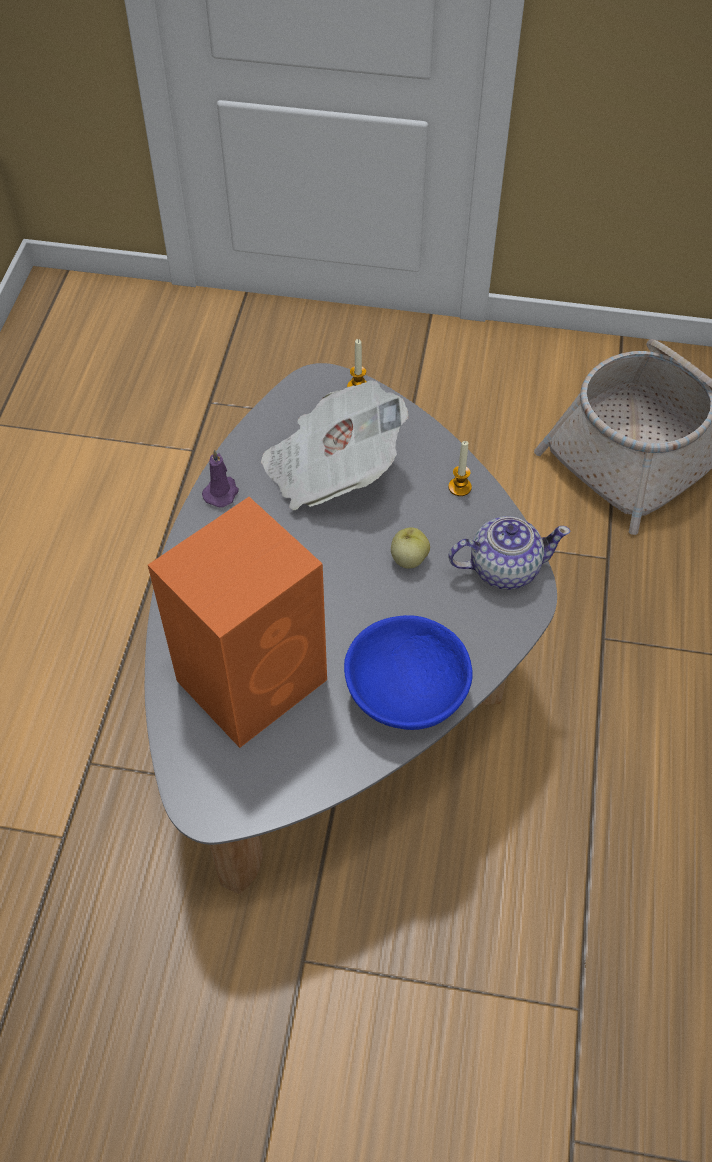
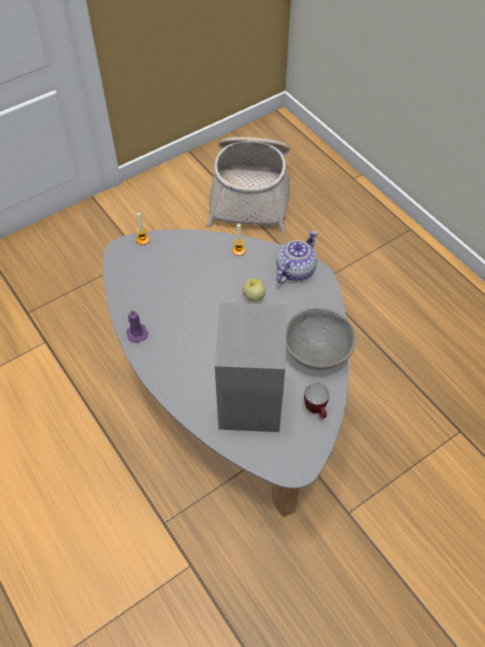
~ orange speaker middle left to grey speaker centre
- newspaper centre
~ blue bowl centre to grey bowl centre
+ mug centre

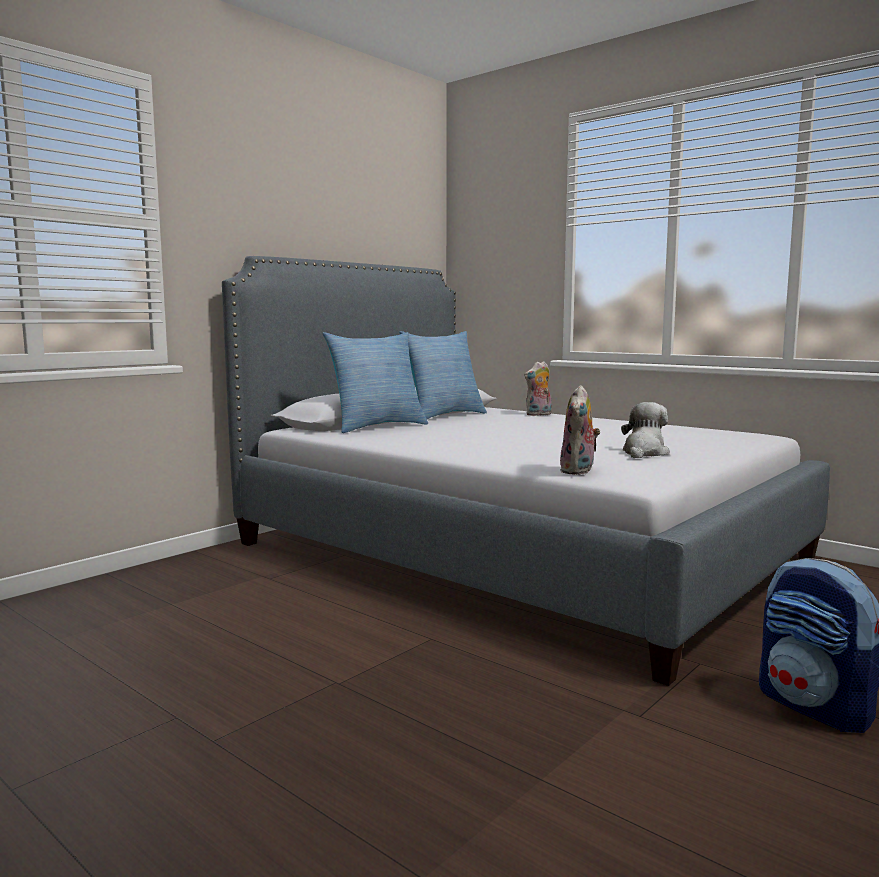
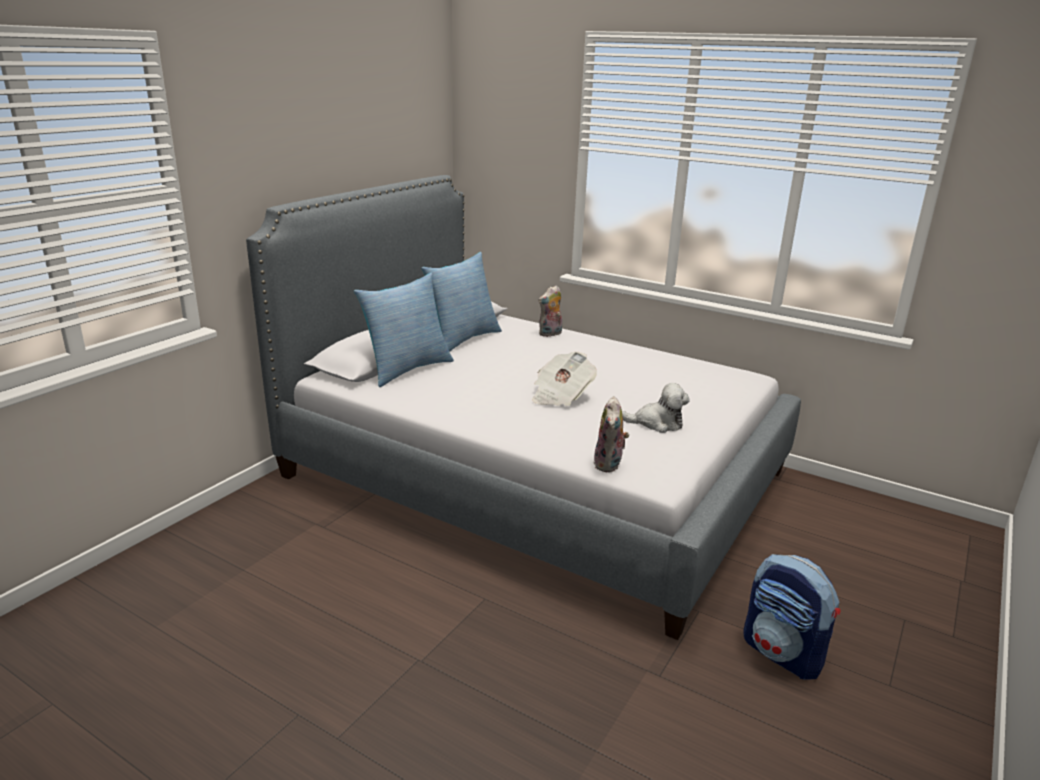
~ plush toy (no. 3 from left) middle right = centre 75 degrees clockwise
+ newspaper centre

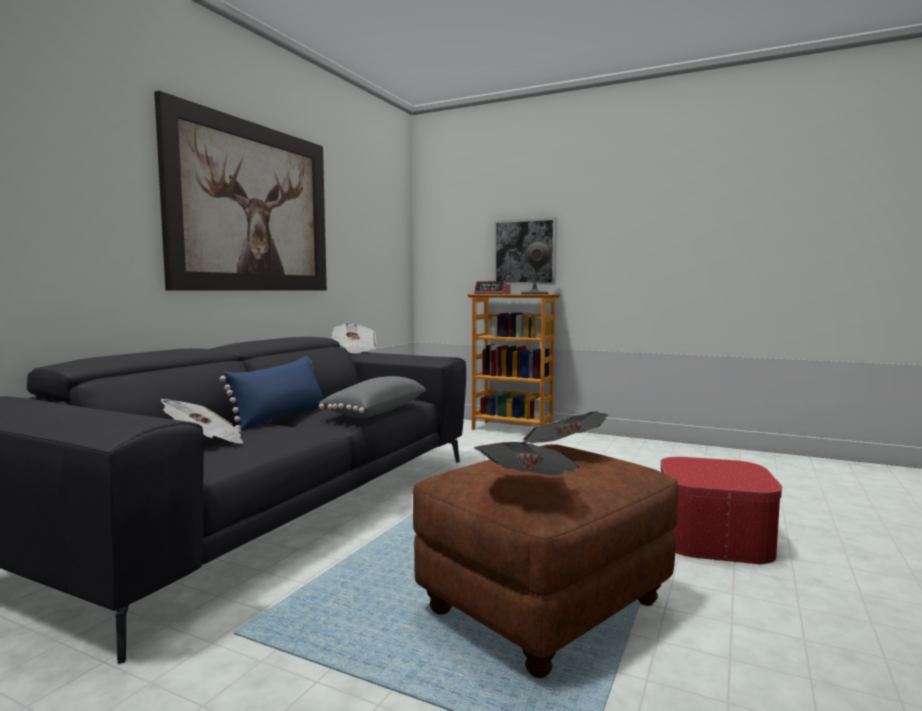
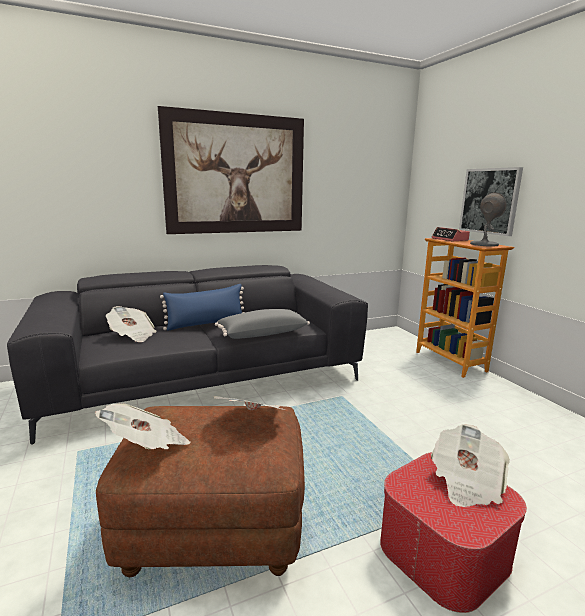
~ newspaper (no. 2 from left in the first image) centre to newspaper (no. 4 from left) bottom right

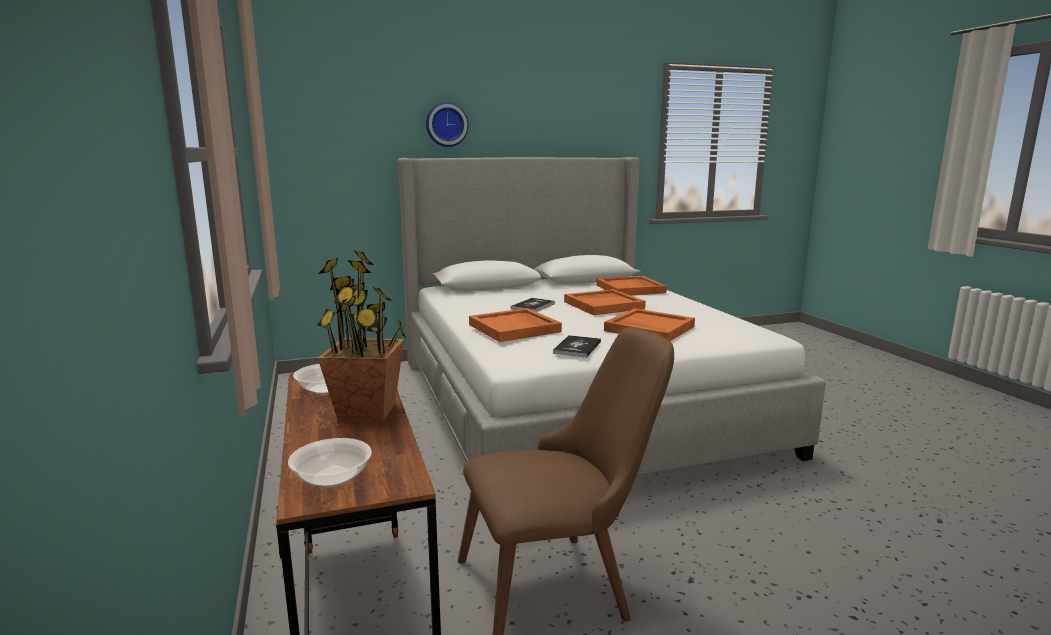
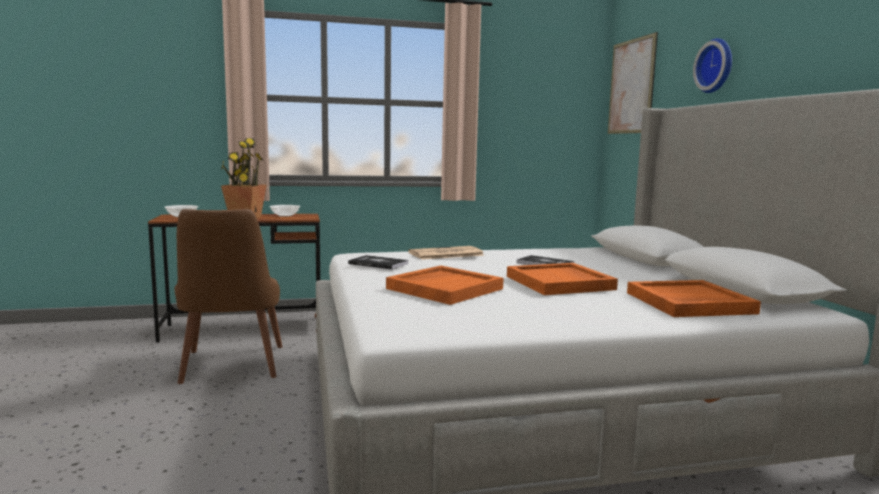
~ orange tray (no. 1 from left) centre to newspaper centre
+ picture top right

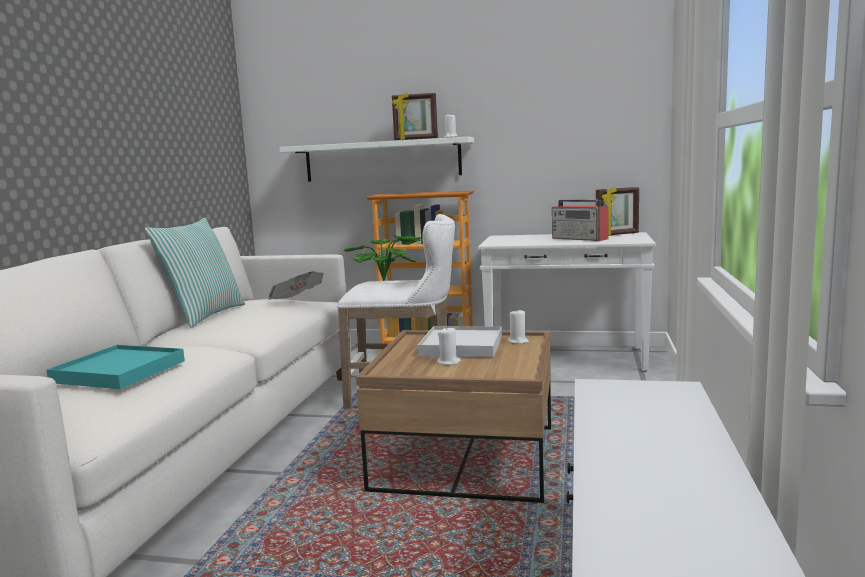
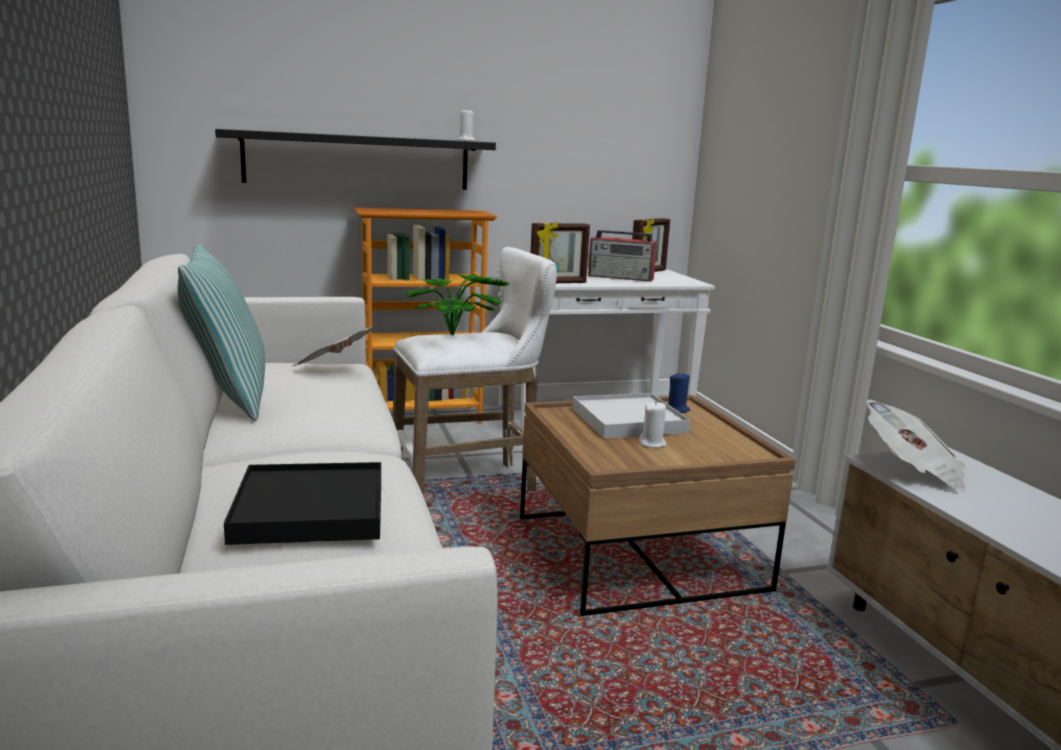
~ turquoise tray middle left to black tray bottom left
~ white shelf top centre to black shelf top centre
~ picture frame (no. 1 from left) top centre to centre
~ white candle (no. 3 from left) centre to blue candle centre
+ newspaper (no. 2 from left) middle right

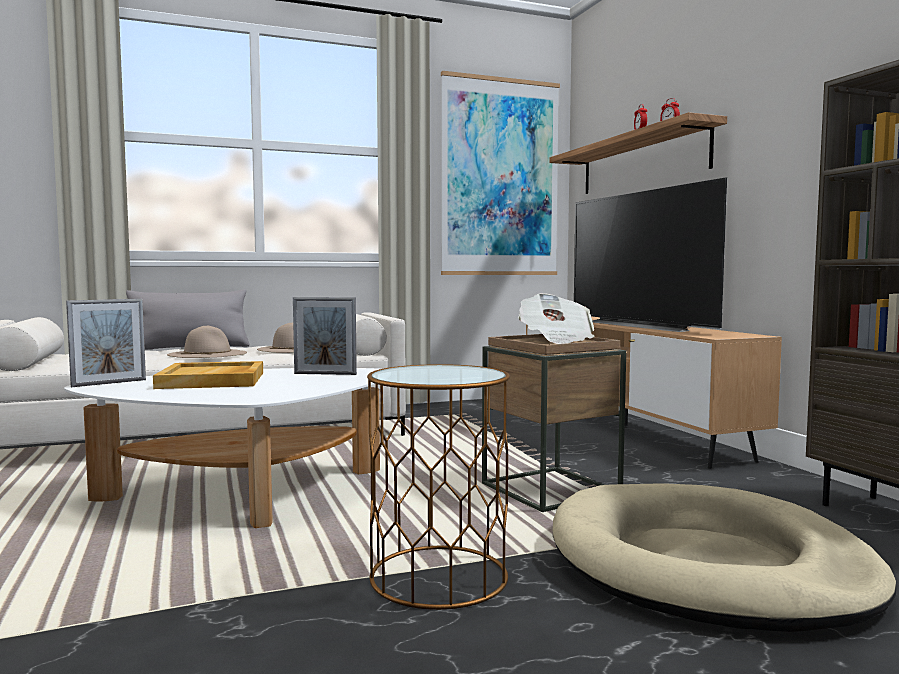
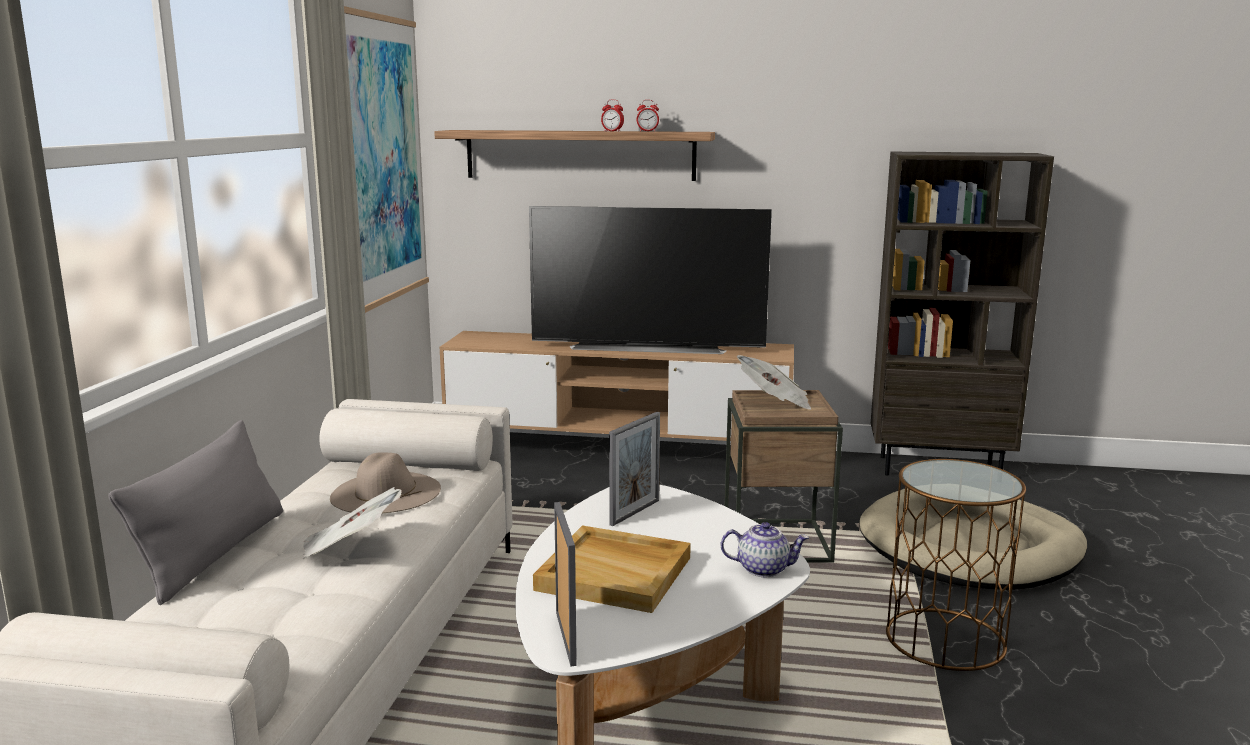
~ beige hat (no. 1 from left) middle left to newspaper (no. 1 from left) bottom left
+ teapot bottom centre

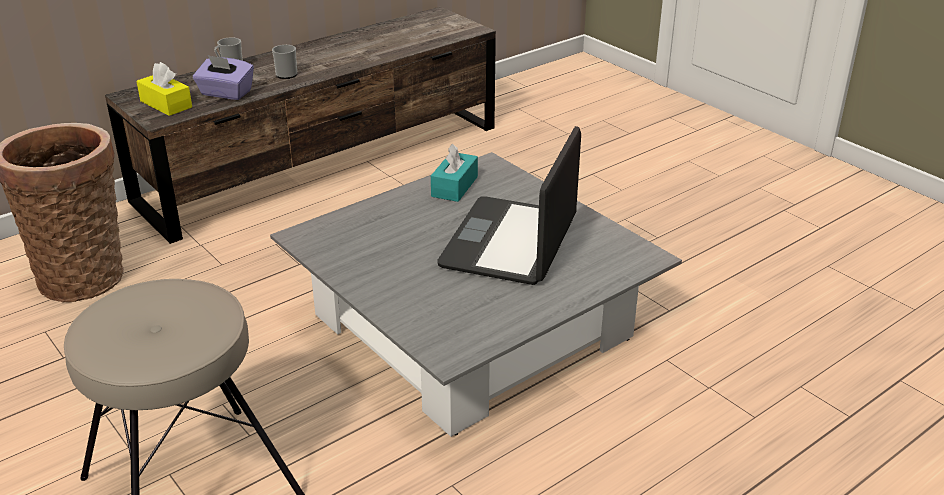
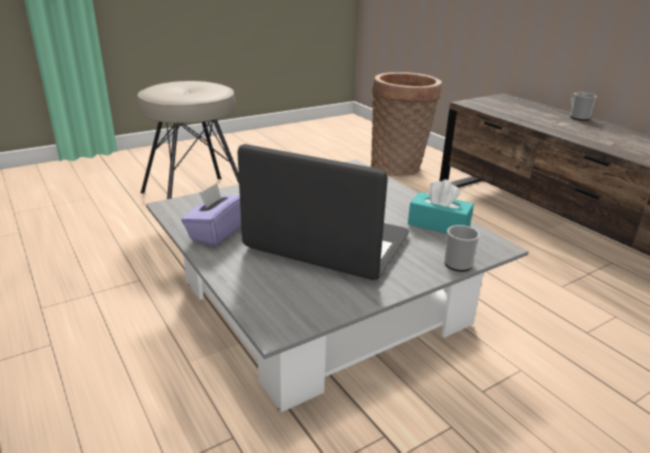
- yellow tissue box top left
~ purple tissue box top left to middle left
~ mug (no. 2 from left in the first image) top left to mug (no. 1 from left) middle right

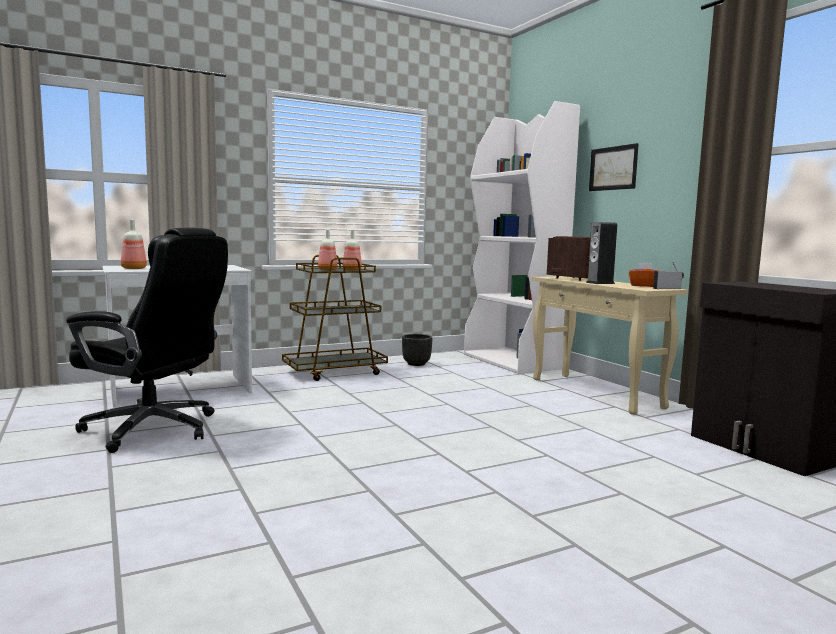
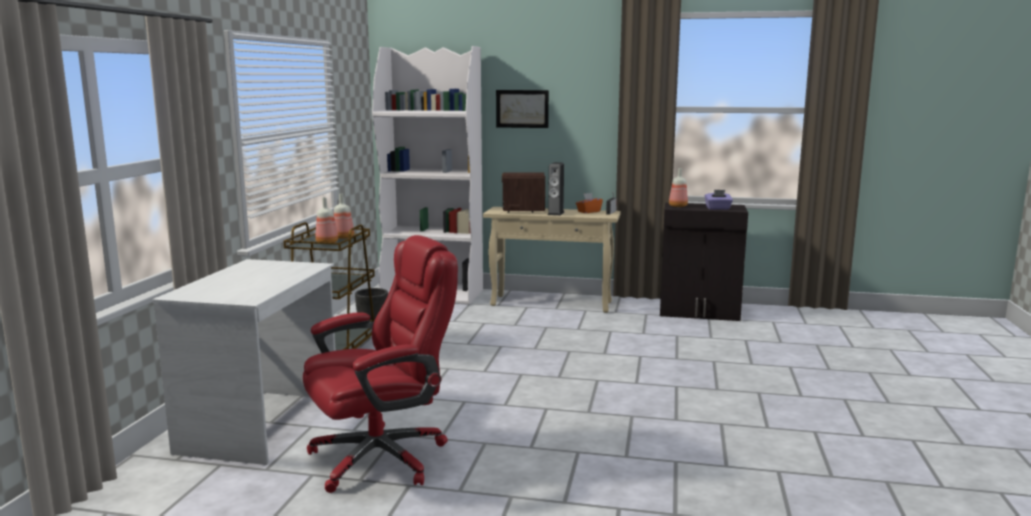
~ black office chair middle left to red office chair bottom centre
~ bottle (no. 1 from left in the first image) middle left to bottle (no. 3 from left) centre
+ purple tissue box middle right

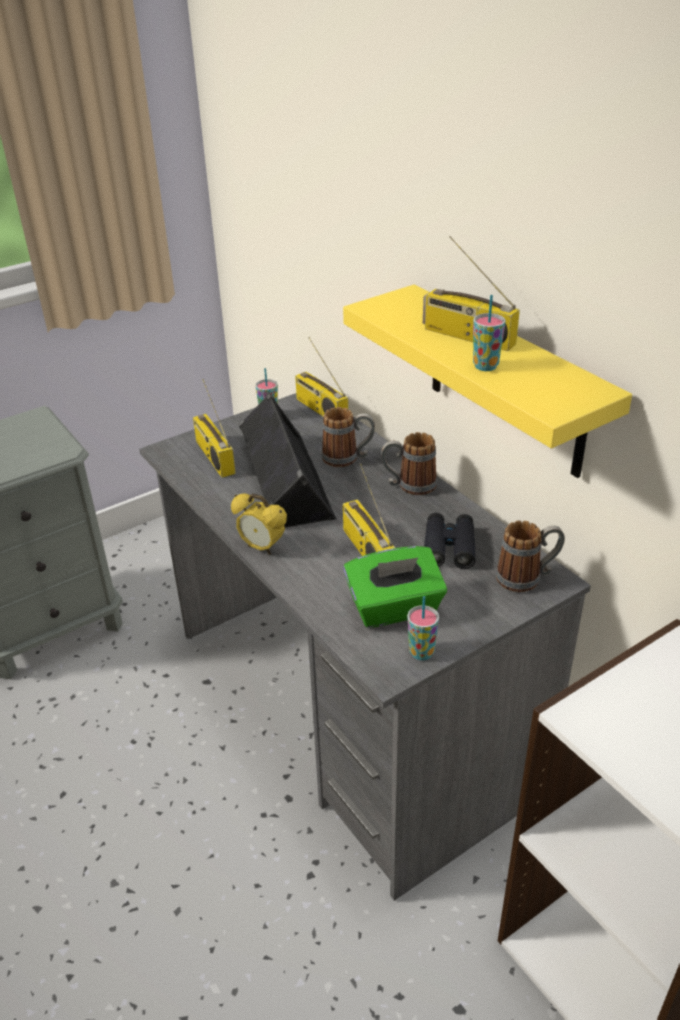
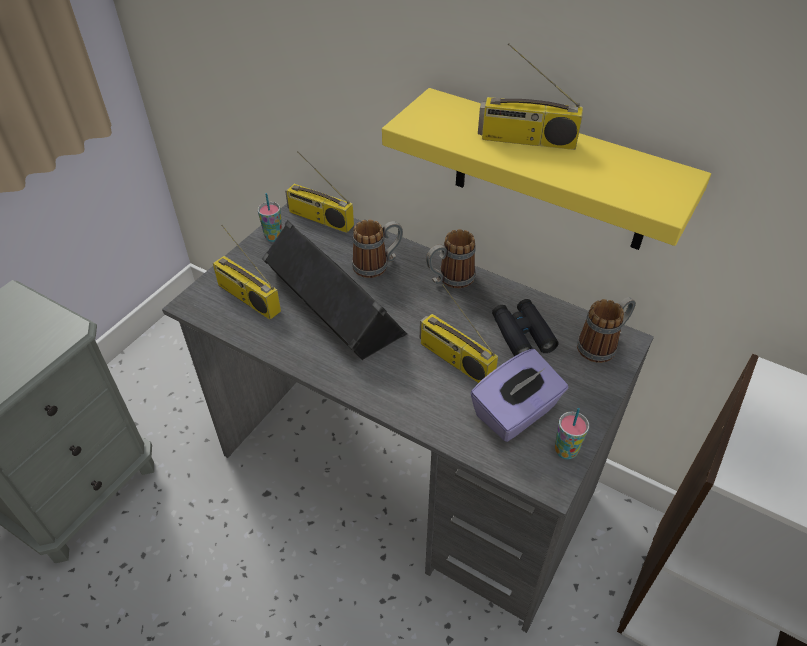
- alarm clock centre
~ green tissue box centre to purple tissue box centre
- cup (no. 3 from left) top right

